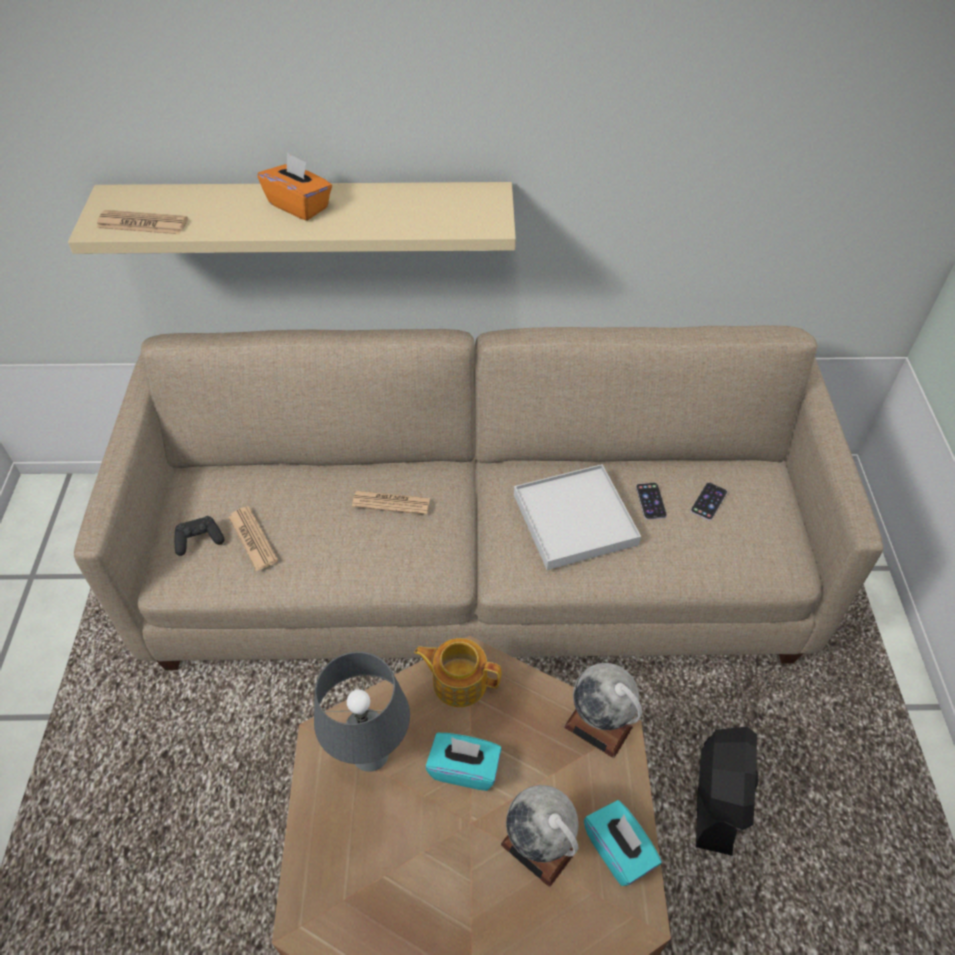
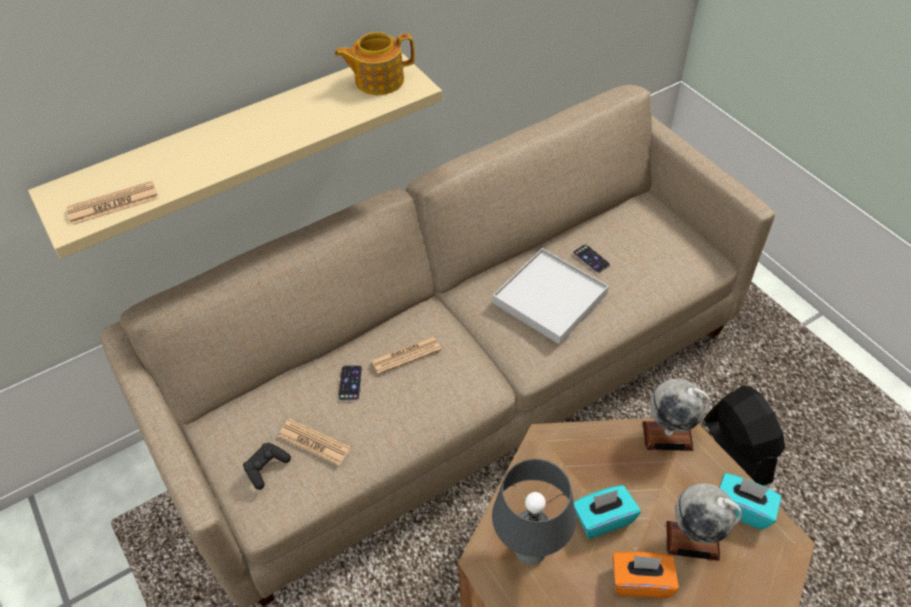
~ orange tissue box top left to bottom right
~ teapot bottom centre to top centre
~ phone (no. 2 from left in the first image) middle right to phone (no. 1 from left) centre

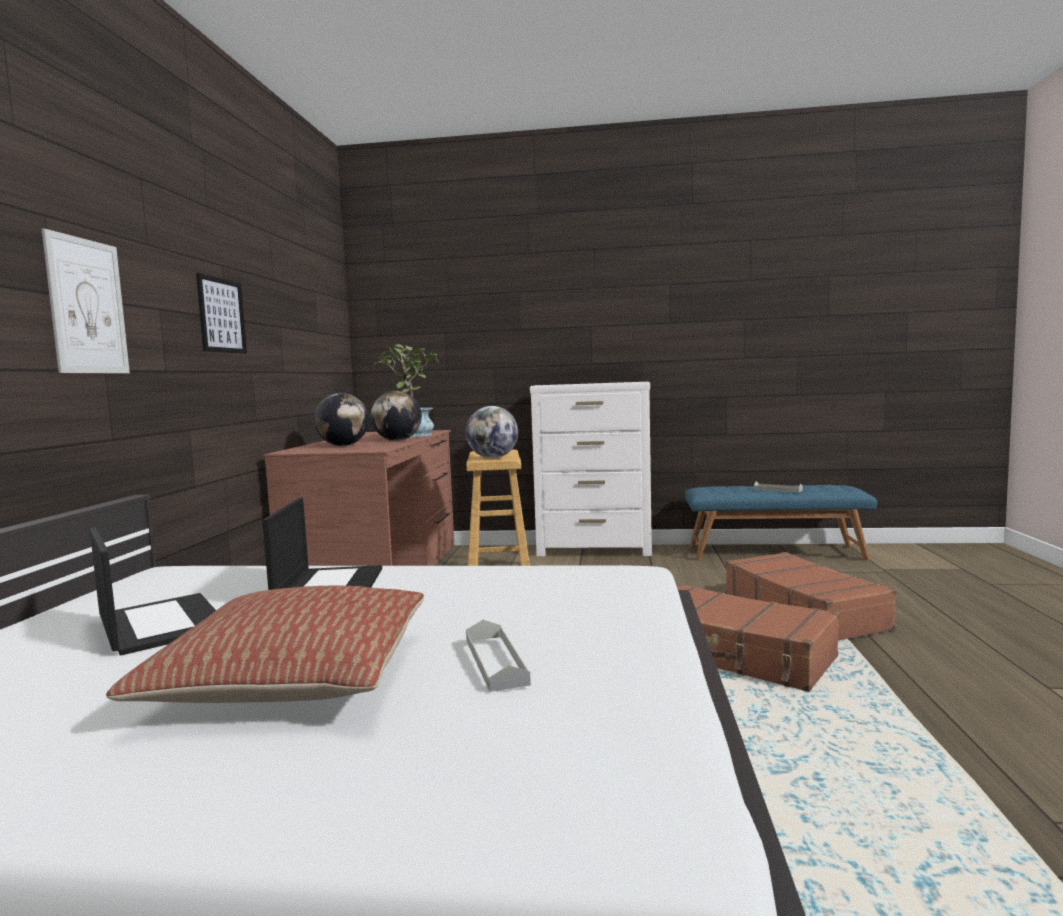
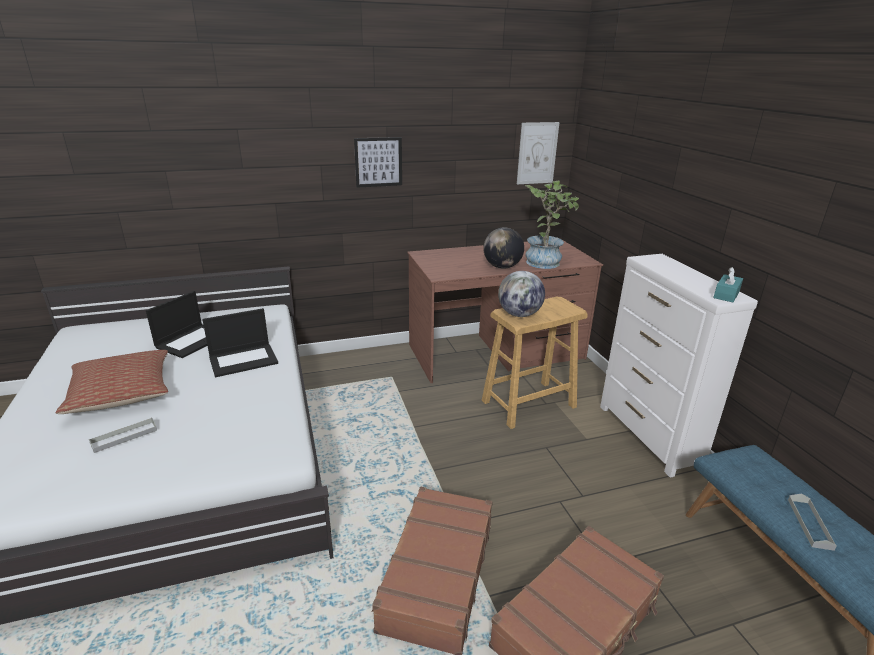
~ picture (no. 1 from left in the first image) top left to picture (no. 2 from left) top centre
- globe (no. 1 from left) middle left
+ turquoise tissue box middle right

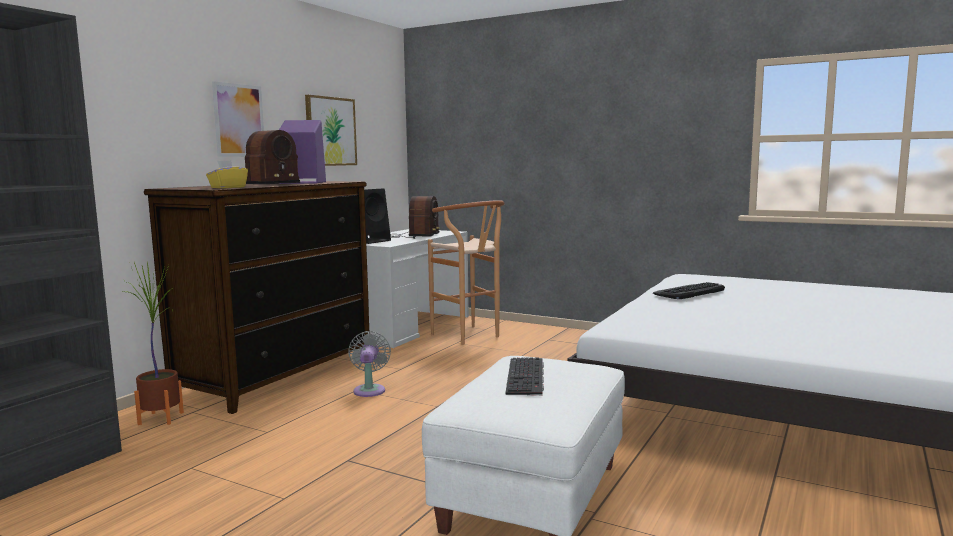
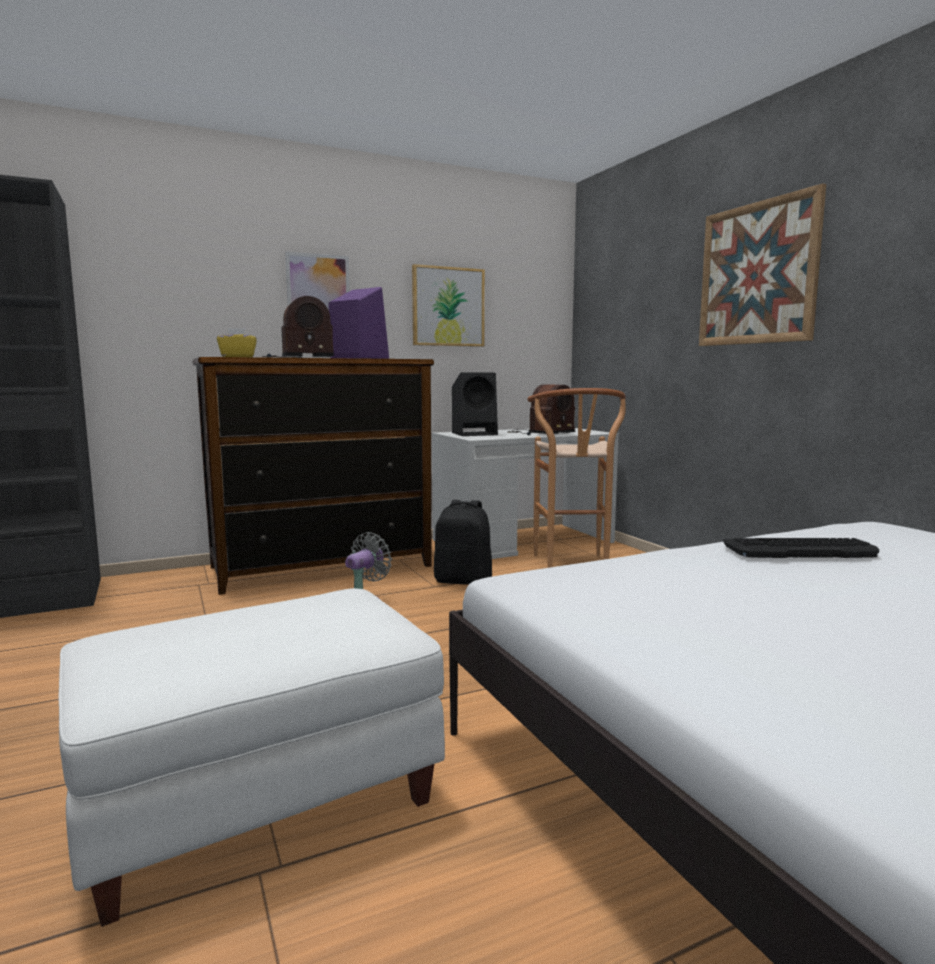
- potted plant middle left
- keyboard (no. 1 from left) bottom centre
+ black backpack centre
+ picture (no. 3 from left) top right

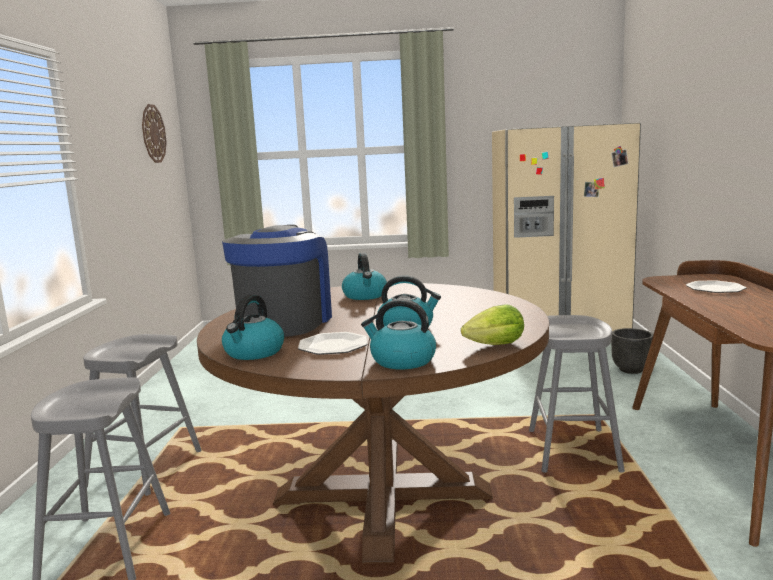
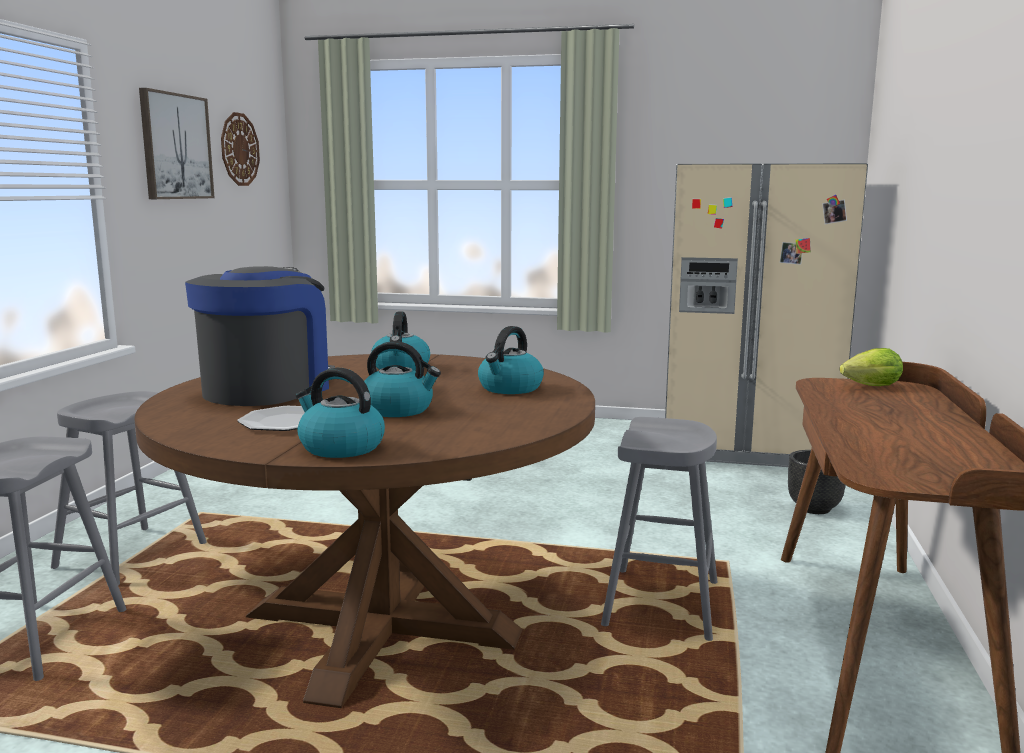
~ kettle (no. 1 from left in the first image) middle left to kettle (no. 4 from left) centre
~ lettuce centre to middle right
- plate (no. 2 from left) middle right
+ picture top left

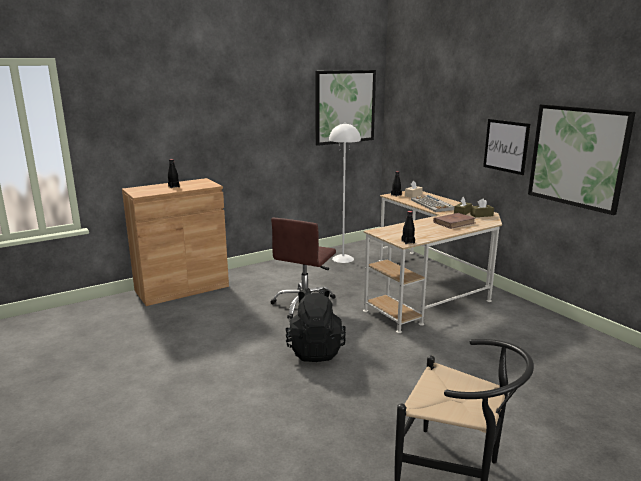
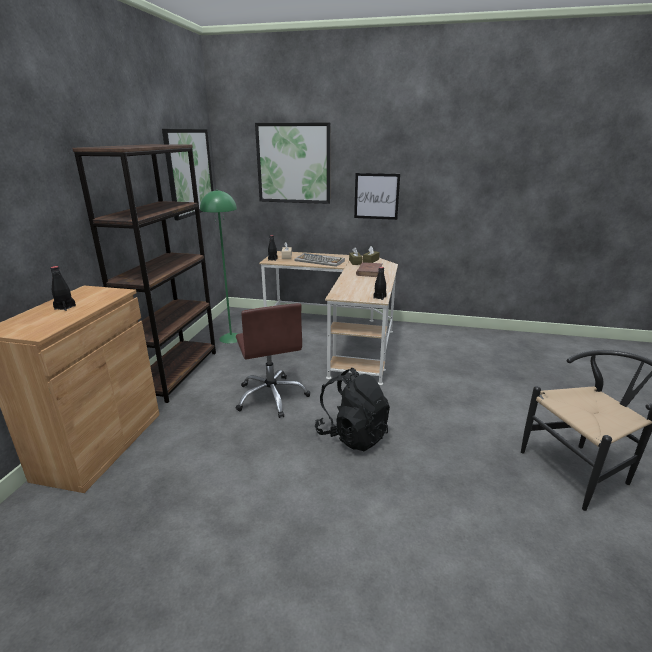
~ white floor lamp centre to green floor lamp centre
~ picture (no. 3 from left in the first image) top right to picture (no. 2 from left) top centre
+ brown bookcase middle left

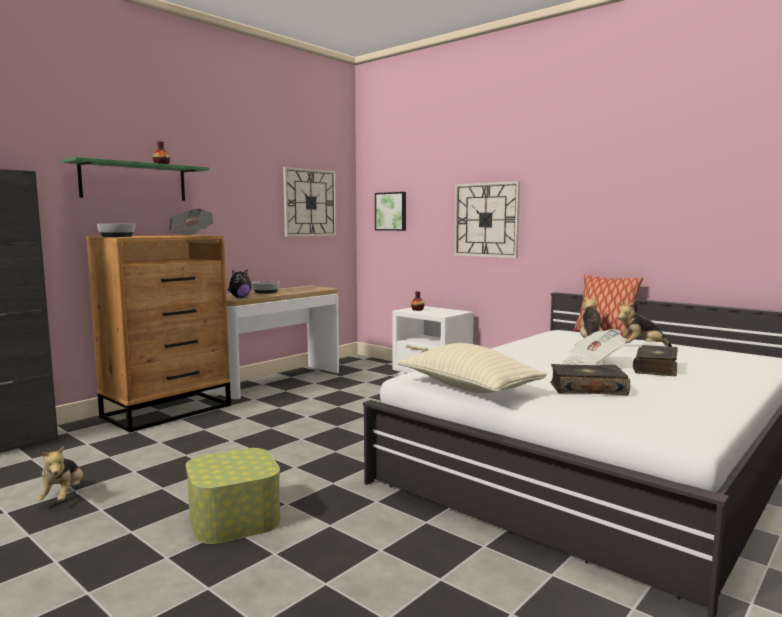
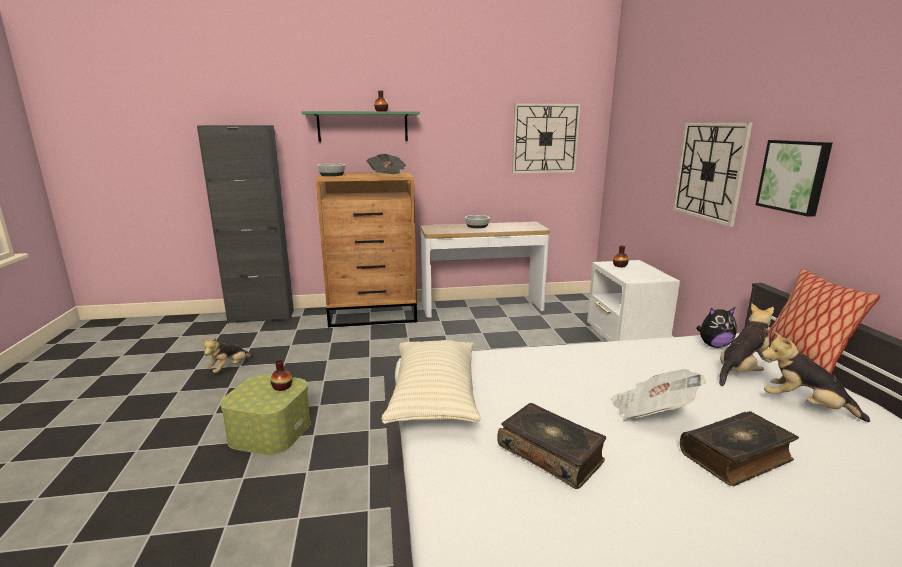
~ plush toy (no. 2 from left) middle left to middle right
~ picture centre to top right
+ vase (no. 1 from left) middle left

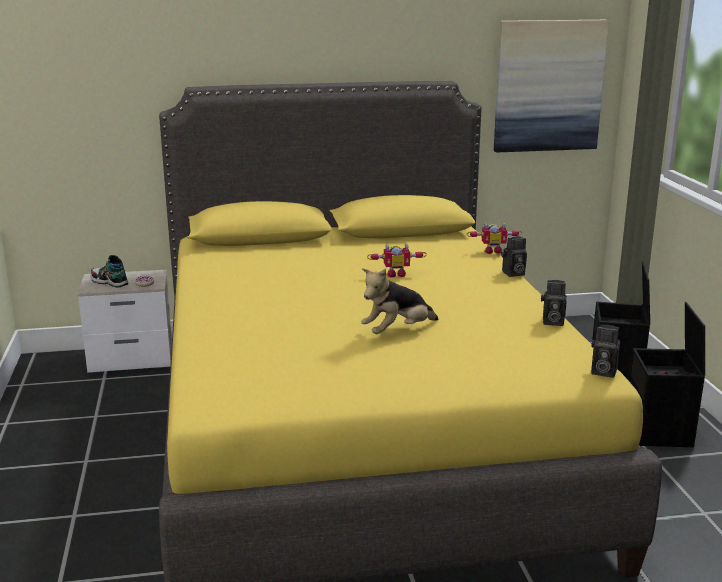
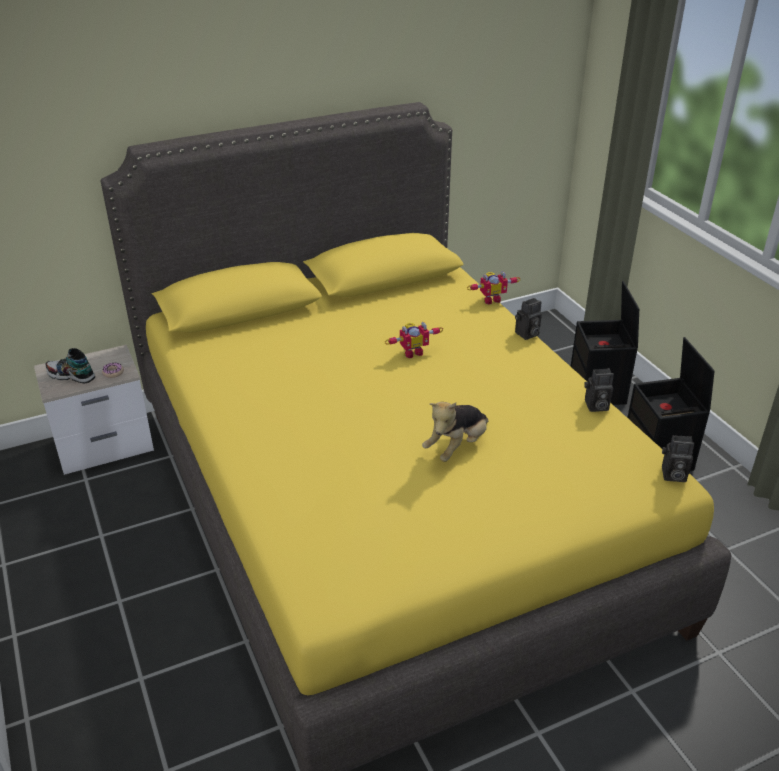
- picture top right

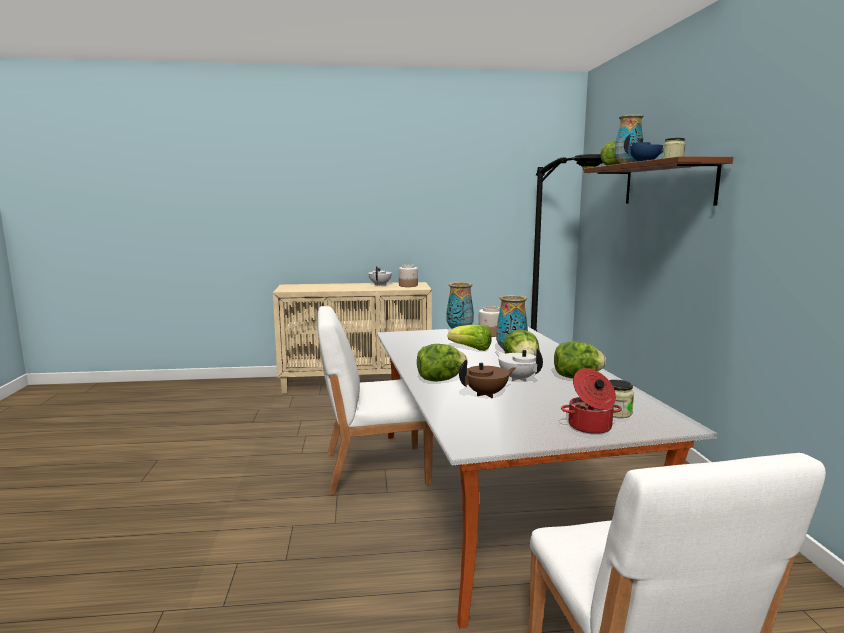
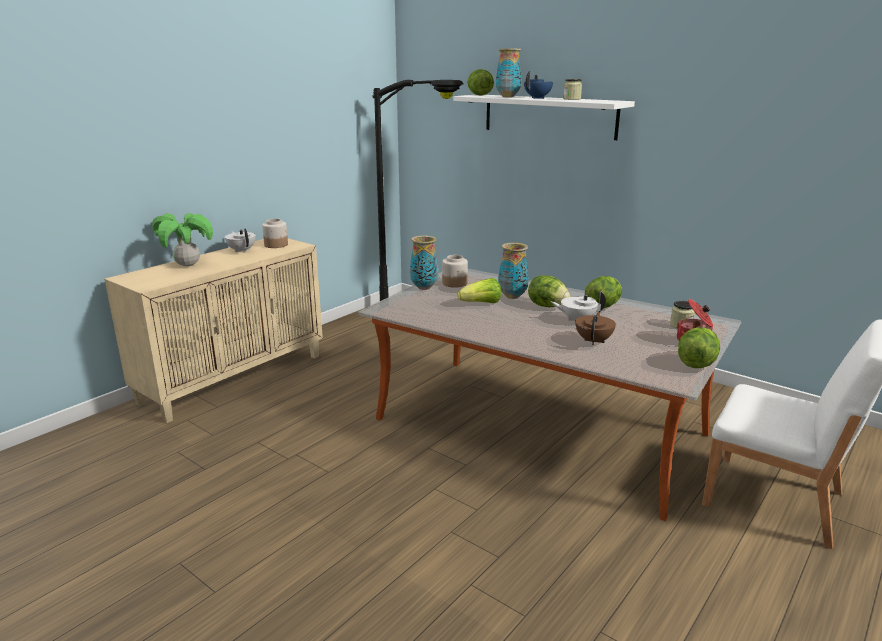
- white chair (no. 1 from left) centre
~ lettuce (no. 1 from left in the first image) centre to lettuce (no. 5 from left) middle right
~ brown shelf top right to white shelf top centre
+ potted plant middle left

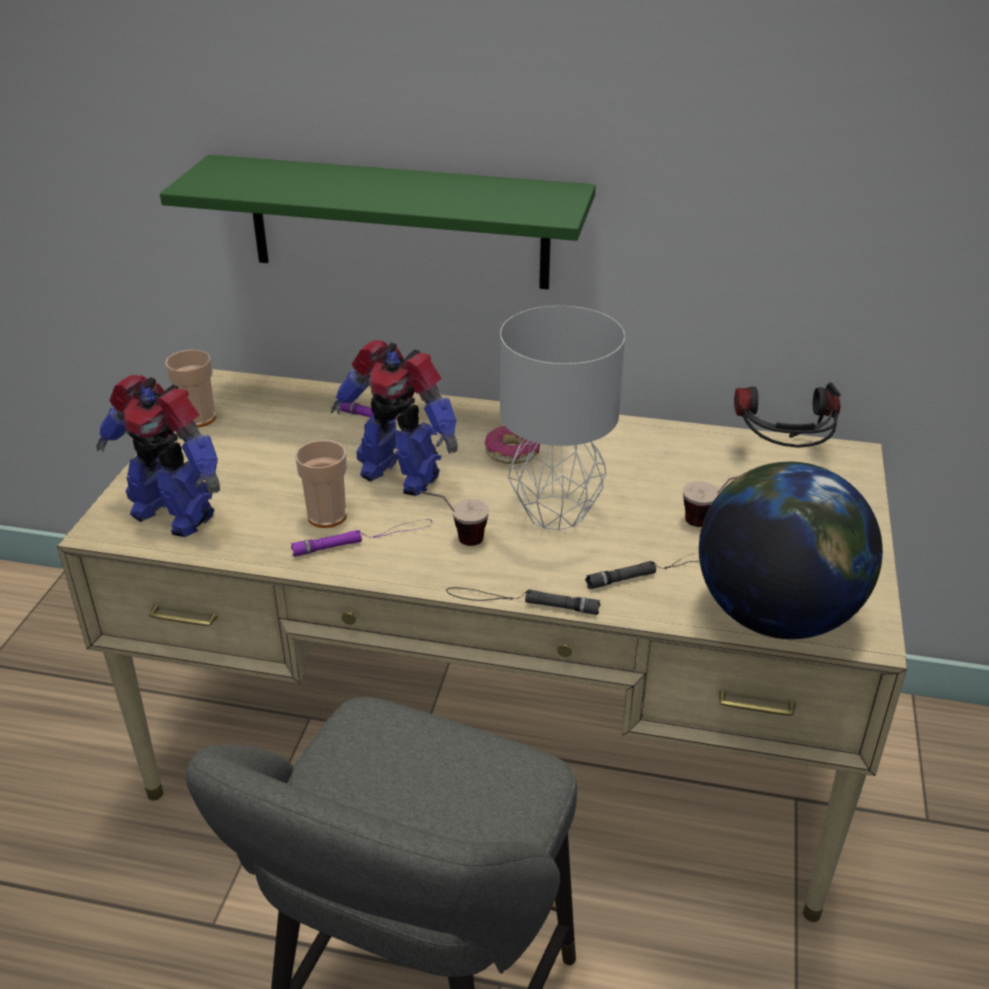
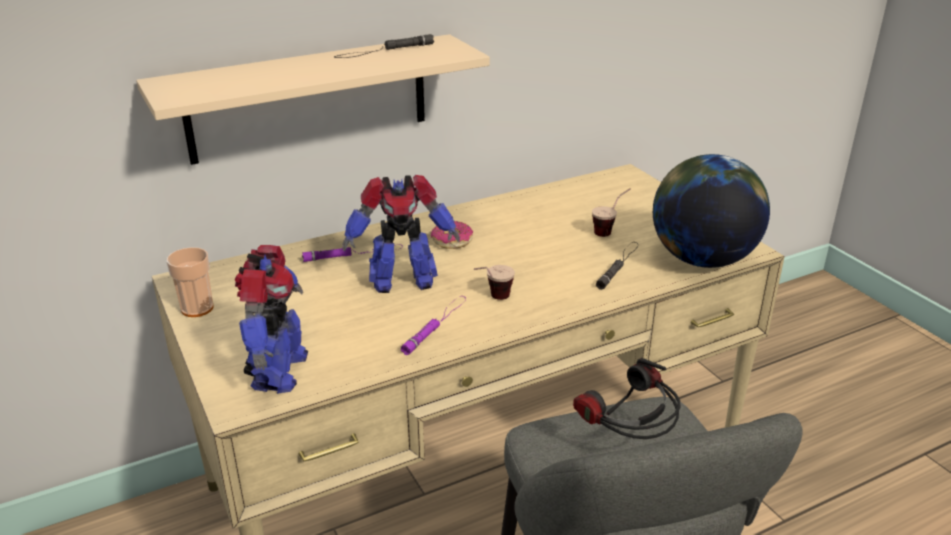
~ toy robot (no. 1 from left) middle left = middle left 75 degrees counterclockwise
~ green shelf top centre to beige shelf top left
- cup (no. 2 from left) middle left
~ black flashlight (no. 1 from left) centre to top centre
- grey table lamp centre
~ headphones middle right to bottom centre

